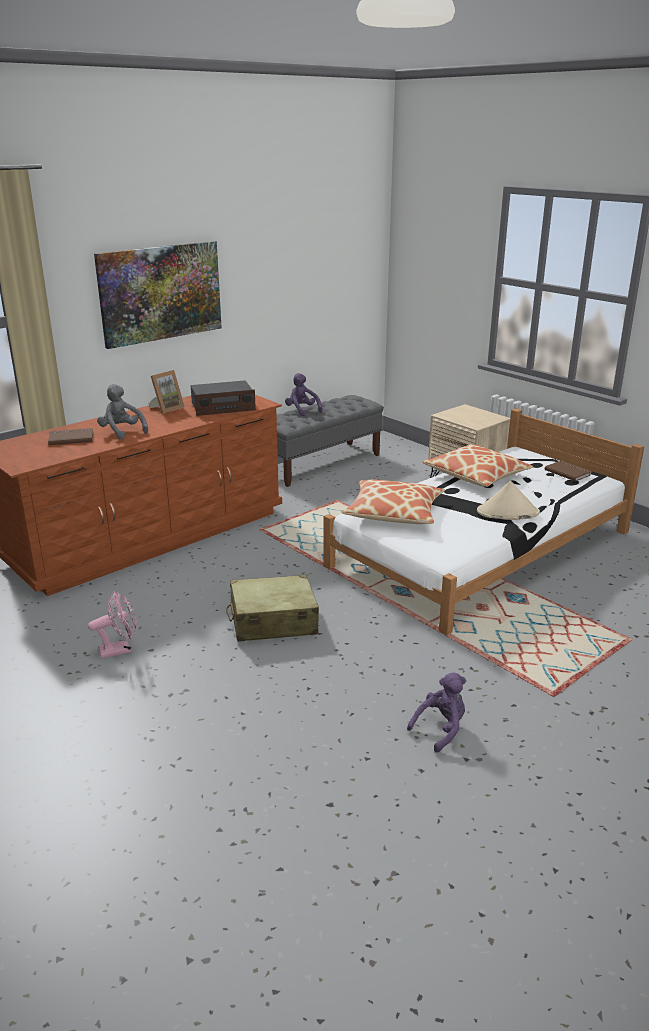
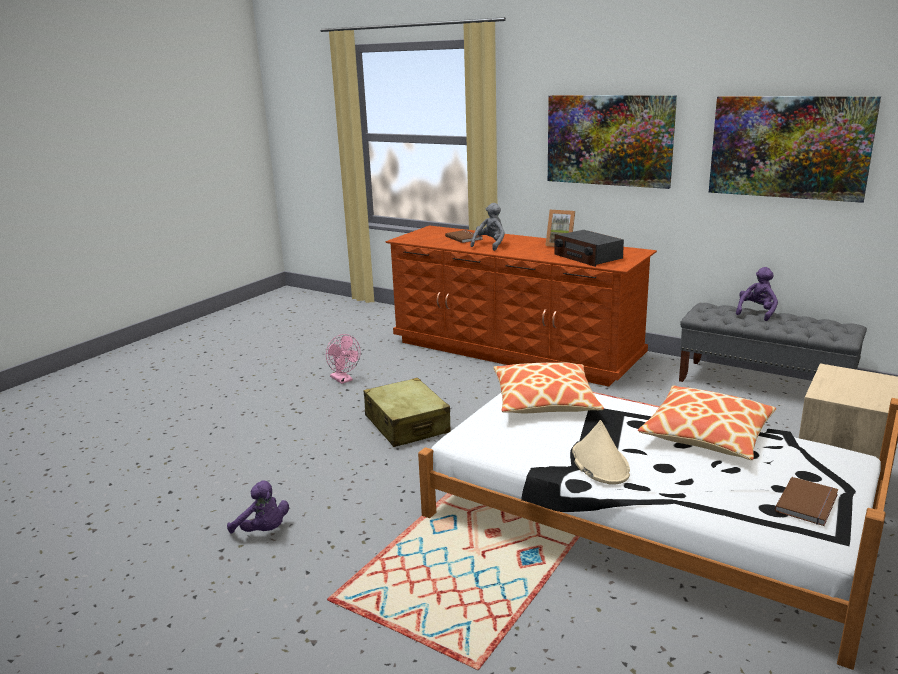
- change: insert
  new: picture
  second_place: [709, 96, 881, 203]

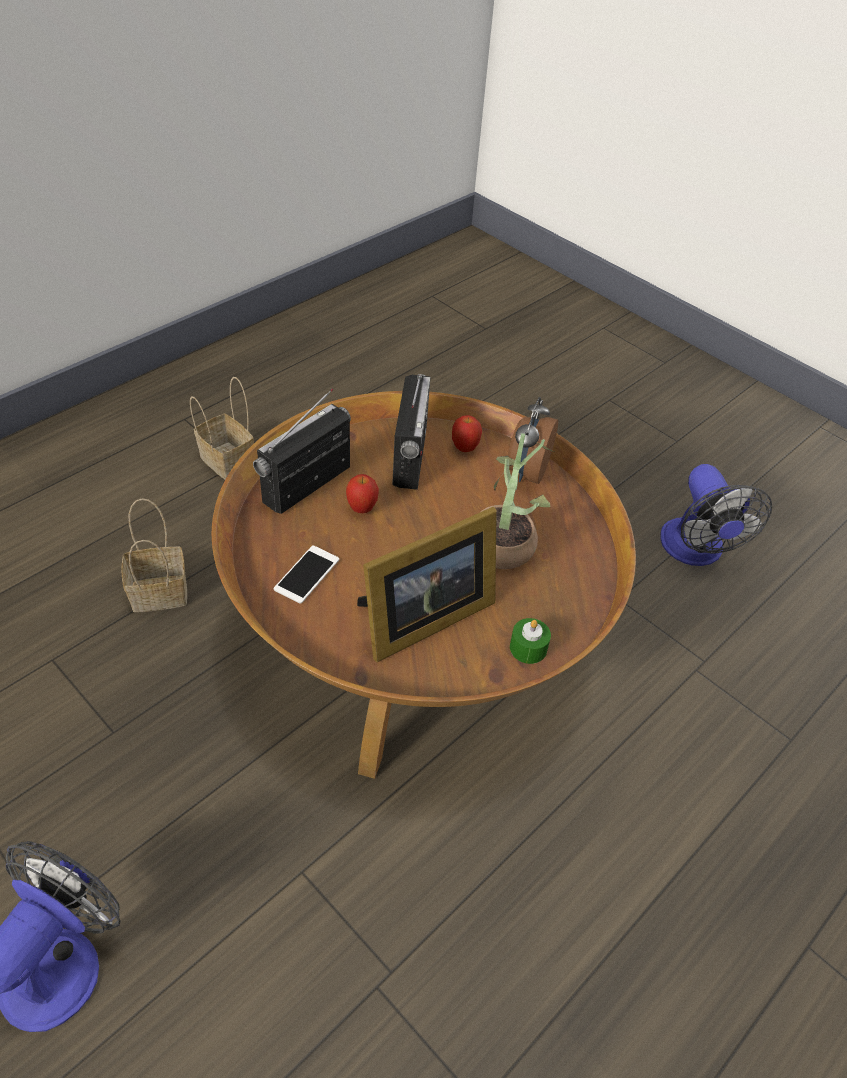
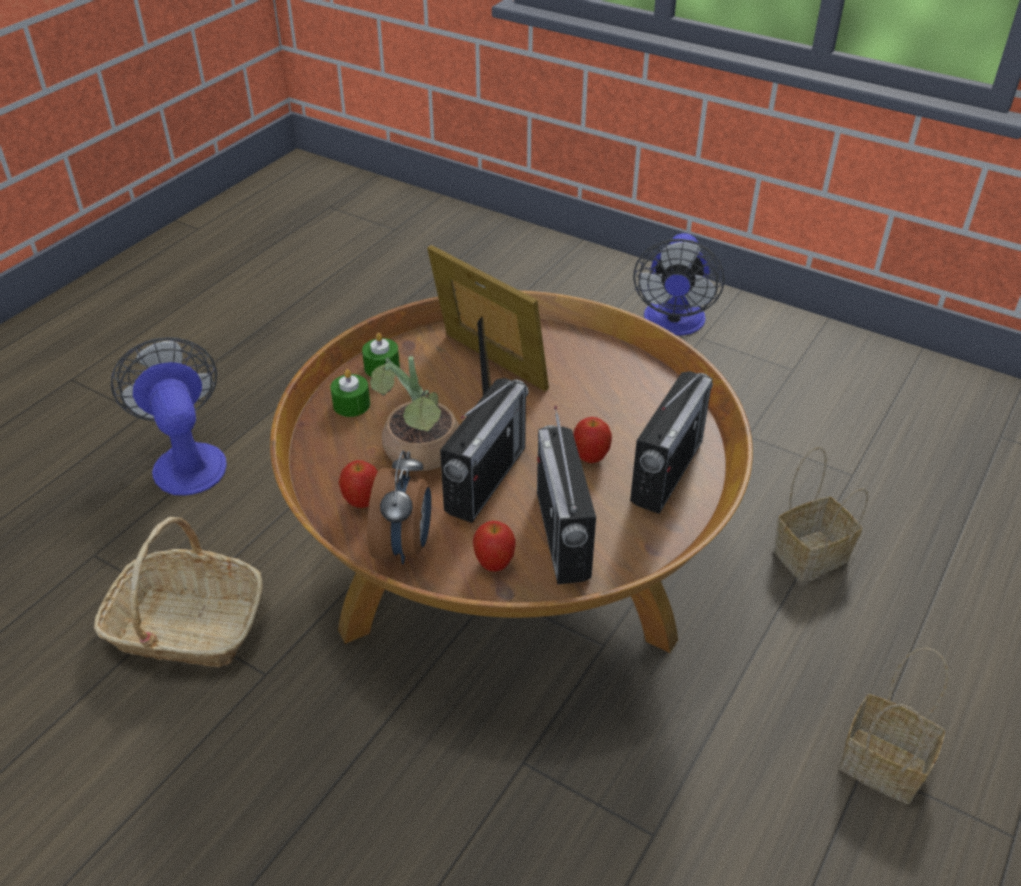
- change: move
  old: cooling fan
  first_place: [660, 464, 772, 566]
  second_place: [111, 337, 227, 496]
- change: rotate
  old: photo frame
  first_place: [357, 507, 497, 662]
  second_place: [427, 245, 549, 396]
  degrees: 90
- change: delete
  old: phone
  first_place: [274, 545, 339, 604]
- change: insert
  new: green-coloured wax light
  second_place: [330, 369, 370, 417]
- change: insert
  new: radio set
  second_place: [440, 378, 529, 523]
- change: insert
  new: apple fruit
  second_place: [338, 460, 378, 508]
- change: insert
  new: household basket
  second_place: [94, 517, 263, 667]

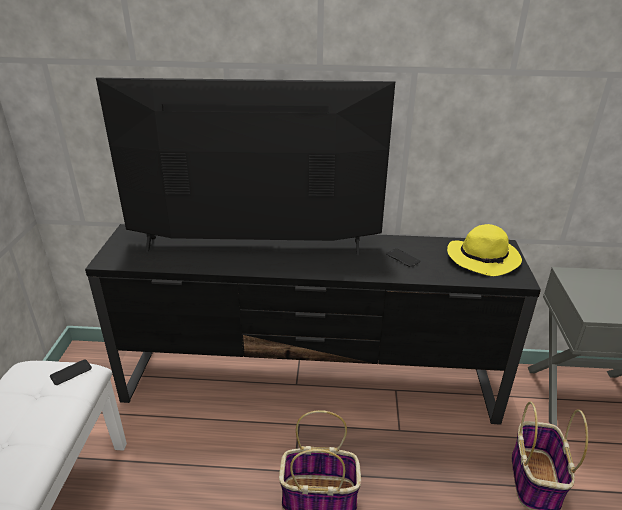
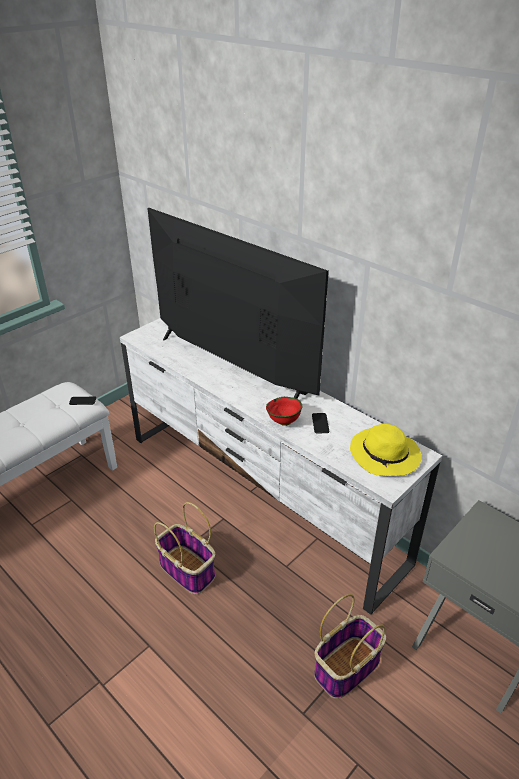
- change: recolor
  old: blackish media console
  new: whitish media console
  first_place: [85, 224, 541, 425]
  second_place: [120, 318, 442, 615]
- change: insert
  new: reddish serving bowl
  second_place: [266, 397, 302, 426]

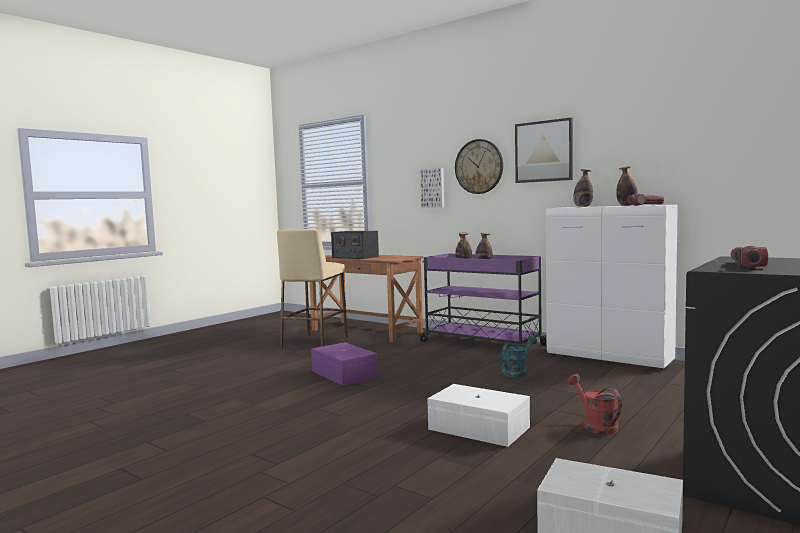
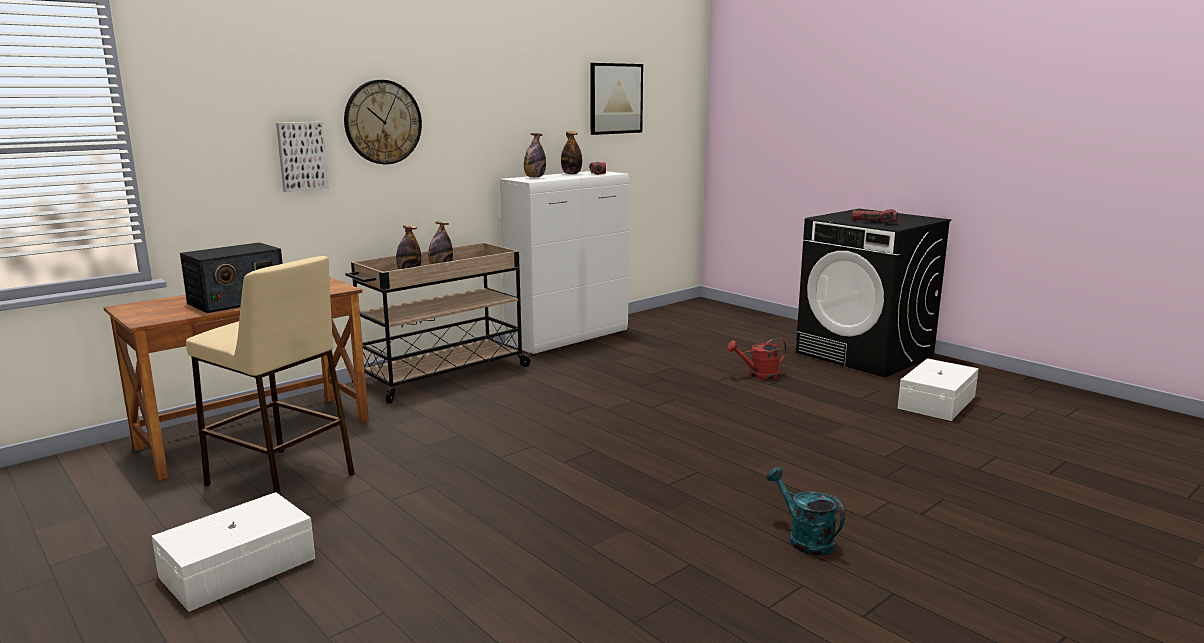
- change: move
  old: picture
  first_place: [515, 117, 573, 183]
  second_place: [590, 63, 643, 135]
- change: recolor
  old: purple-coloured trolley
  new: beige-coloured trolley
  first_place: [420, 253, 547, 347]
  second_place: [345, 243, 532, 404]
- change: move
  old: turquoise-coloured sprinkling can
  first_place: [502, 335, 537, 377]
  second_place: [767, 467, 845, 556]
- change: delete
  old: purple-coloured storage box
  first_place: [311, 342, 378, 386]
- change: move
  old: whitish storage box
  first_place: [427, 384, 530, 447]
  second_place: [152, 492, 315, 612]

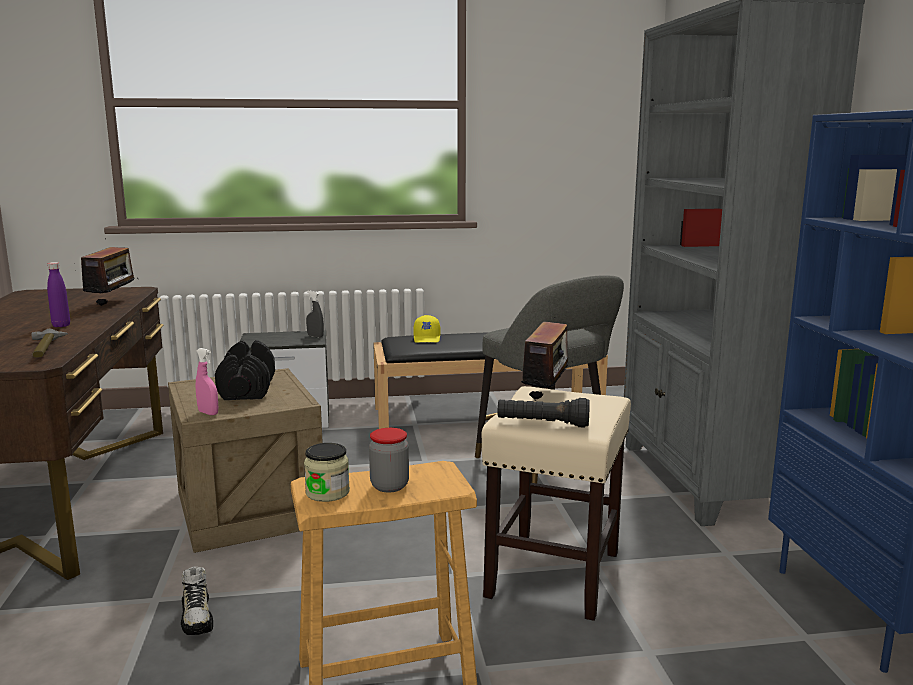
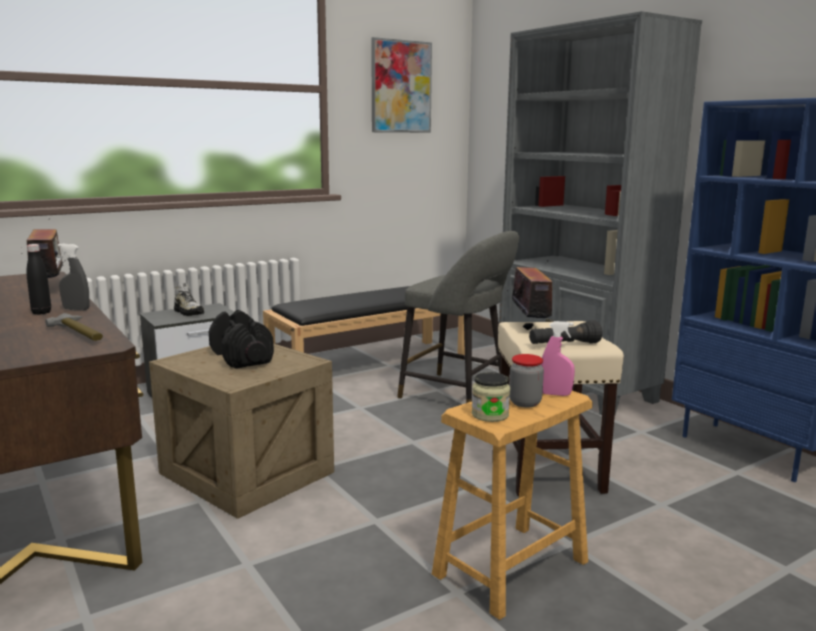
- change: recolor
  old: purple-coloured beverage bottle
  new: blackish beverage bottle
  first_place: [47, 262, 70, 327]
  second_place: [27, 244, 51, 315]
- change: move
  old: gray hand sprayer
  first_place: [306, 291, 324, 338]
  second_place: [58, 243, 89, 310]
- change: delete
  old: yellow peaked cap
  first_place: [413, 315, 440, 343]
- change: move
  old: pink hand sprayer
  first_place: [196, 348, 218, 415]
  second_place: [541, 321, 575, 396]
- change: move
  old: item of footwear
  first_place: [181, 567, 213, 635]
  second_place: [174, 283, 204, 316]
- change: insert
  new: picture
  second_place: [371, 37, 432, 133]

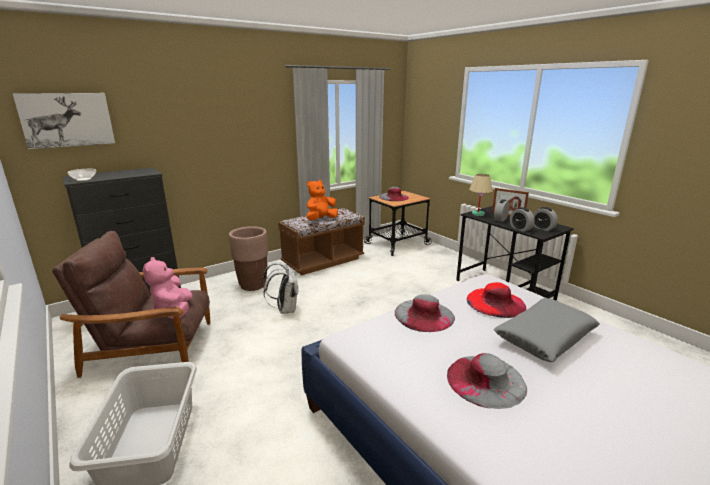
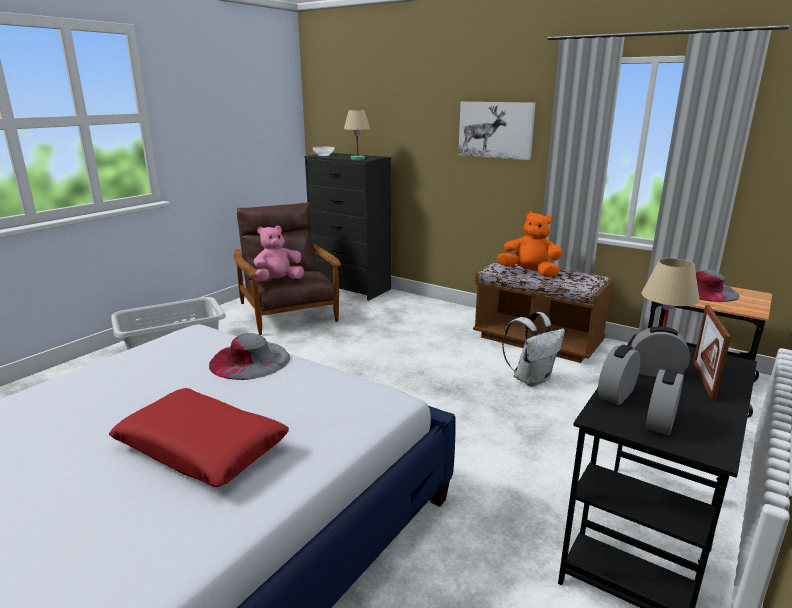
- change: move
  old: picture
  first_place: [13, 93, 115, 149]
  second_place: [458, 102, 536, 160]
- change: delete
  old: brownish flower pot
  first_place: [229, 226, 268, 291]
- change: move
  old: whitish knapsack
  first_place: [262, 263, 299, 314]
  second_place: [502, 312, 565, 387]
- change: delete
  old: reddish wearable hat
  first_place: [467, 282, 526, 318]
- change: recolor
  old: gray throw pillow
  new: reddish throw pillow
  first_place: [494, 298, 600, 362]
  second_place: [109, 388, 289, 487]
- change: delete
  old: gray wearable hat
  first_place: [447, 353, 527, 409]
- change: insert
  new: beige-coloured lamp for a table
  second_place: [344, 110, 370, 160]

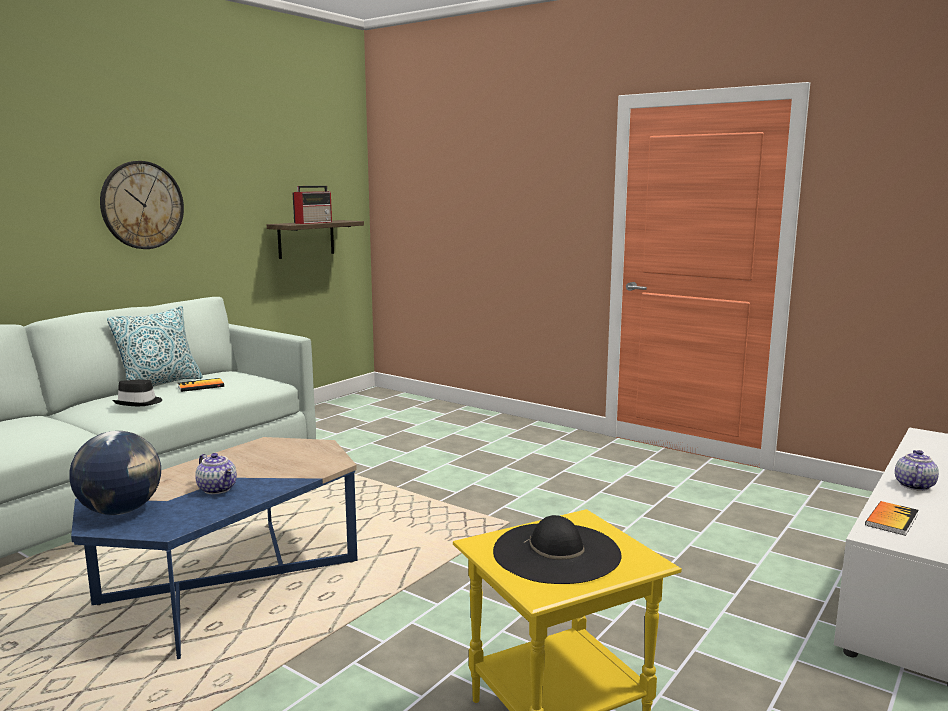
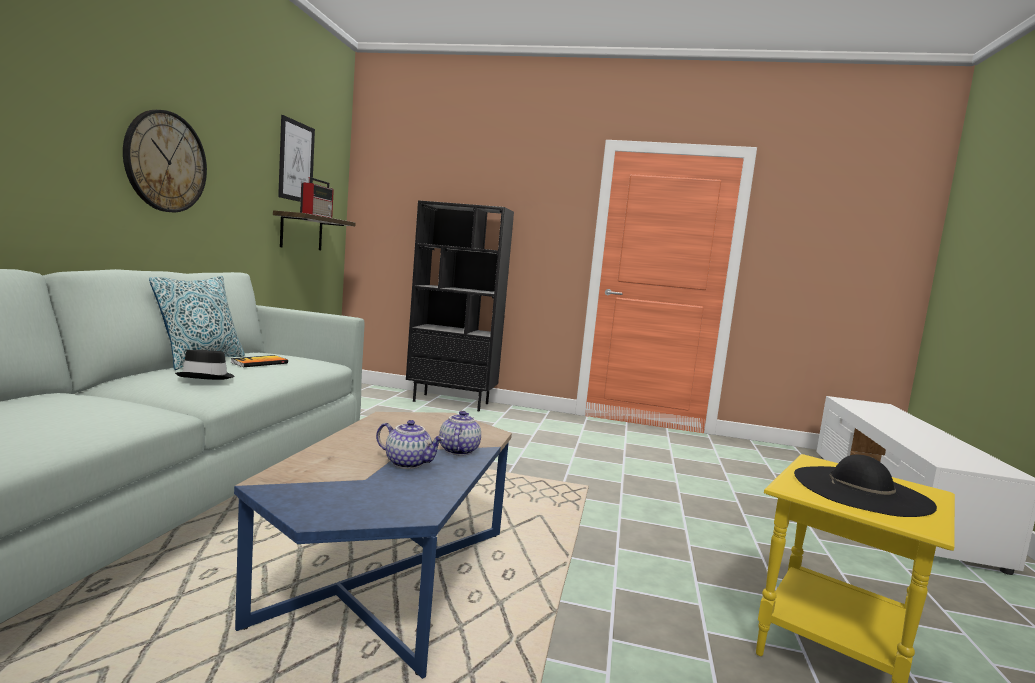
- change: delete
  old: world globe
  first_place: [69, 431, 161, 515]
- change: move
  old: teapot
  first_place: [895, 450, 939, 491]
  second_place: [439, 411, 481, 455]
- change: delete
  old: bound book
  first_place: [865, 501, 919, 536]
- change: insert
  new: picture
  second_place: [278, 115, 315, 202]
- change: insert
  new: blackish bookshelf
  second_place: [406, 200, 514, 411]

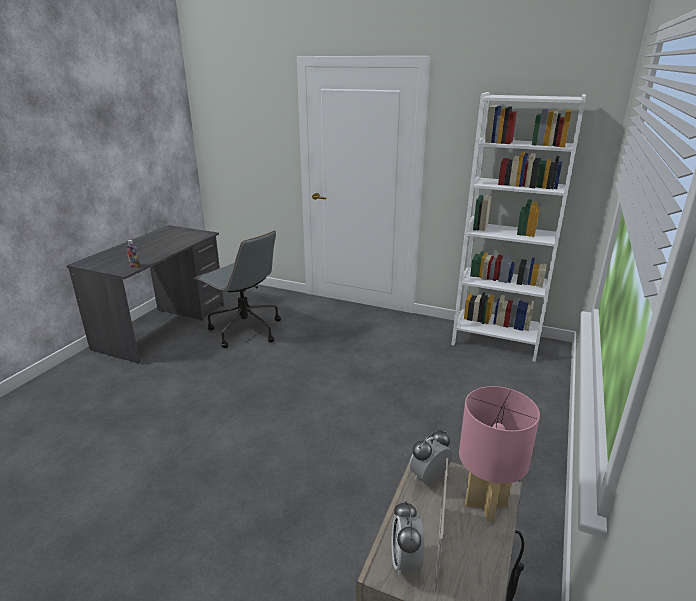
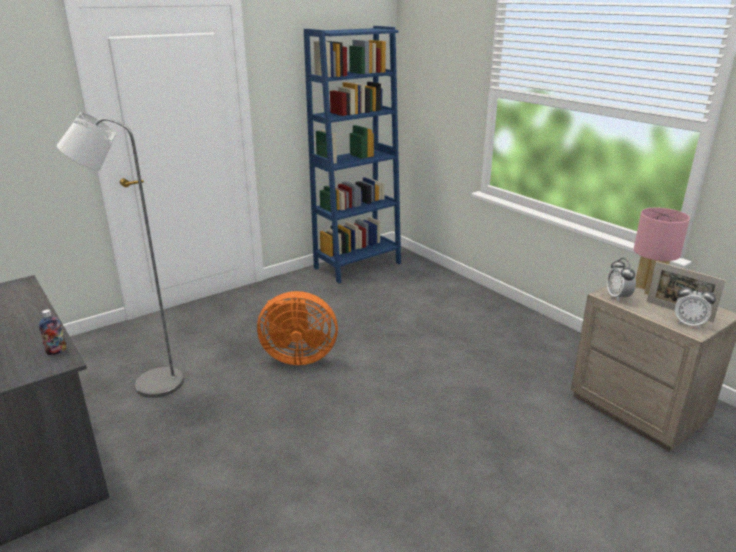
- change: recolor
  old: whitish bookshelf
  new: blue bookshelf
  first_place: [451, 92, 586, 362]
  second_place: [304, 26, 401, 284]
- change: replace
  old: gray office chair
  new: gray standing lamp
  first_place: [194, 230, 281, 348]
  second_place: [57, 112, 184, 398]
- change: insert
  new: orange cooling fan
  second_place: [257, 291, 338, 365]

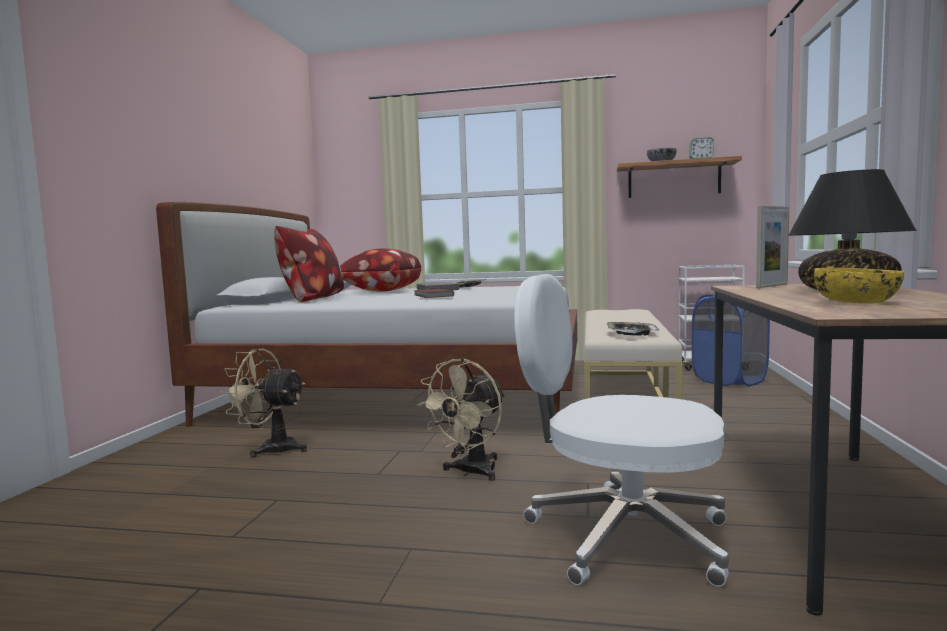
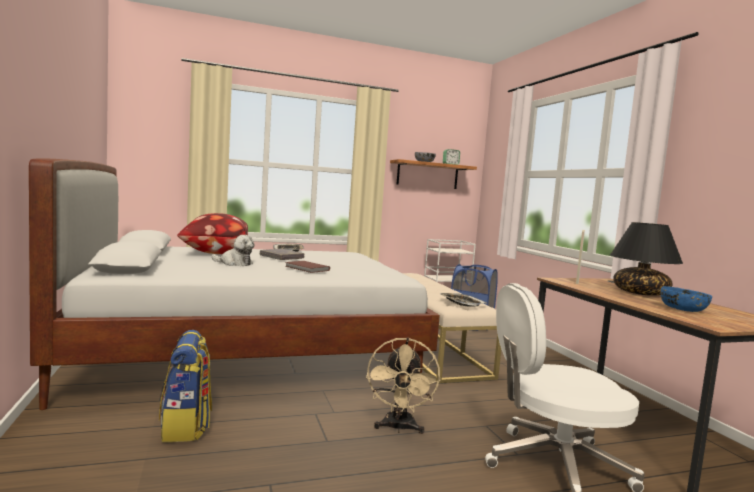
- change: delete
  old: throw pillow
  first_place: [274, 226, 344, 302]
- change: recolor
  old: yellow serving bowl
  new: blue serving bowl
  first_place: [814, 268, 904, 303]
  second_place: [660, 286, 712, 312]
- change: replace
  old: beige-coloured cooling fan
  new: knapsack
  first_place: [220, 349, 307, 458]
  second_place: [159, 330, 212, 442]
- change: insert
  new: cuddly toy
  second_place: [212, 235, 255, 266]

